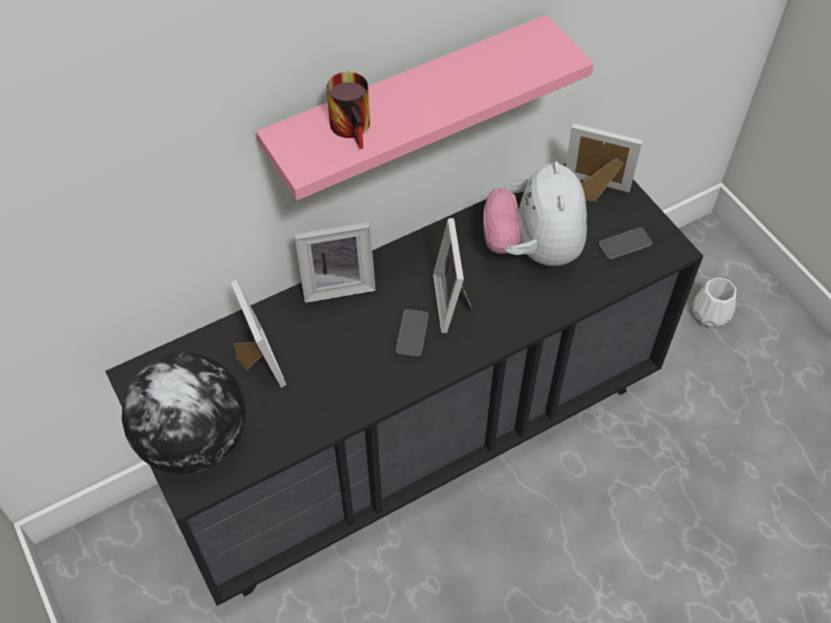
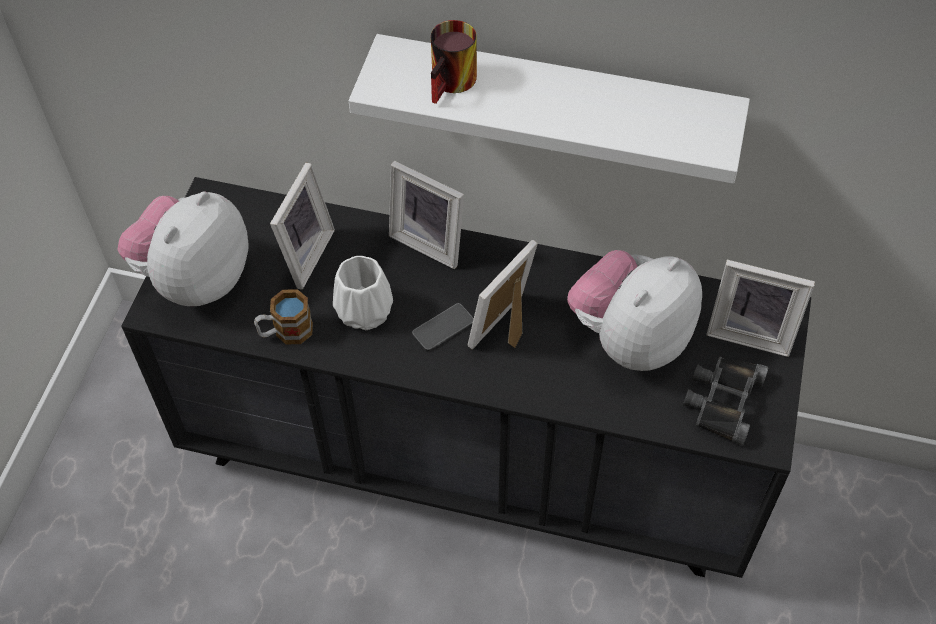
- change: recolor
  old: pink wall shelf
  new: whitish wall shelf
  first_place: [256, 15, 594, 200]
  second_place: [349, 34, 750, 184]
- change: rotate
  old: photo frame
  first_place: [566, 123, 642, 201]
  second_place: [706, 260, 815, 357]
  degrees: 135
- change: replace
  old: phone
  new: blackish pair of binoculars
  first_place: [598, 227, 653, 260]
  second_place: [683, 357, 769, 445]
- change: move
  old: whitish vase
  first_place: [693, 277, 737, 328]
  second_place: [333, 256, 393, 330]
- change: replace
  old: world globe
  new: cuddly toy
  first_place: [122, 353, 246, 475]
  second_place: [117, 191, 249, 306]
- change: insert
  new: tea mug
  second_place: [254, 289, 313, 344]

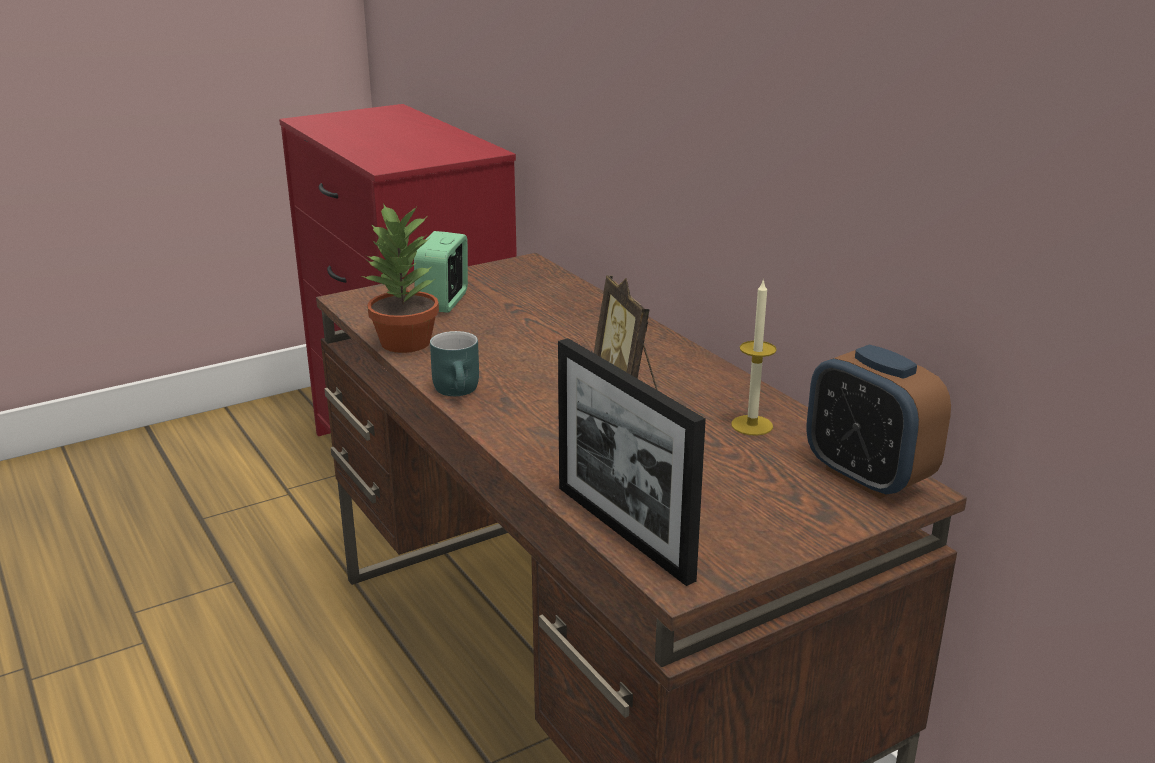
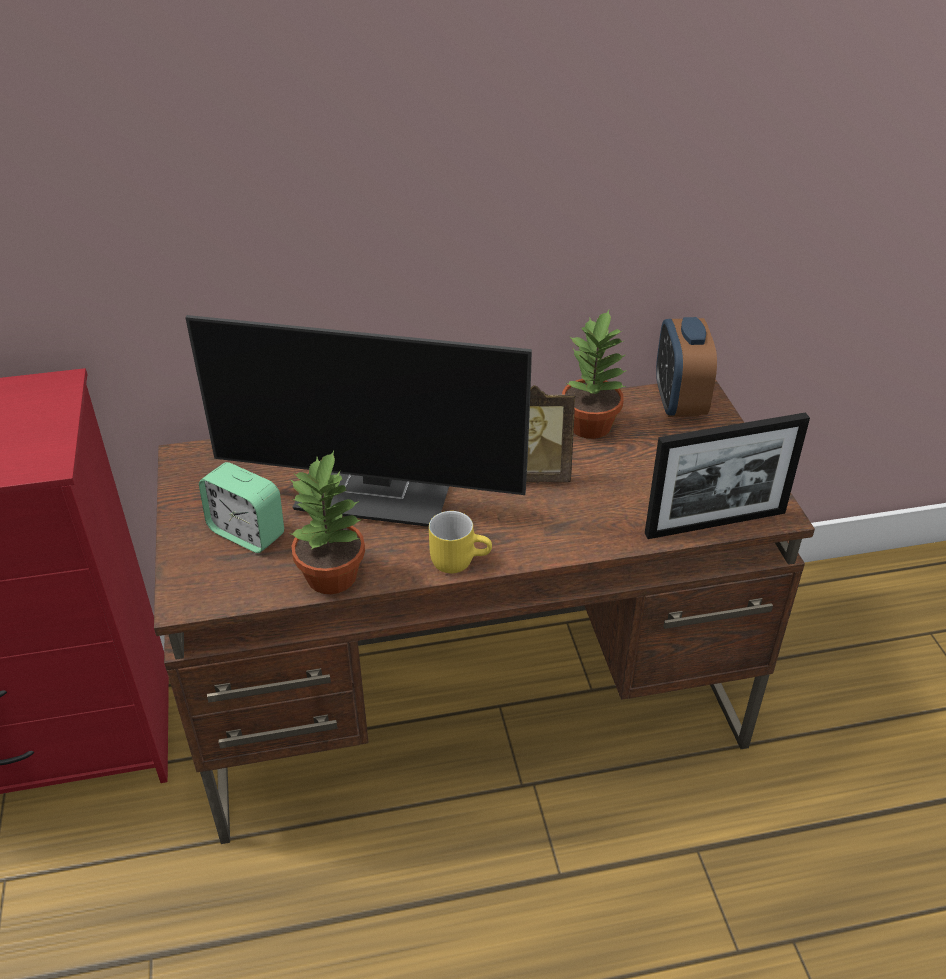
- change: replace
  old: wax light
  new: plant in a pot
  first_place: [731, 278, 777, 436]
  second_place: [562, 310, 627, 439]
- change: recolor
  old: turquoise-coloured tea mug
  new: yellow tea mug
  first_place: [430, 331, 479, 396]
  second_place: [429, 511, 492, 573]
- change: rotate
  old: alarm clock
  first_place: [806, 345, 951, 499]
  second_place: [656, 317, 717, 417]
  degrees: 105
- change: insert
  new: computer screen
  second_place: [185, 315, 532, 527]

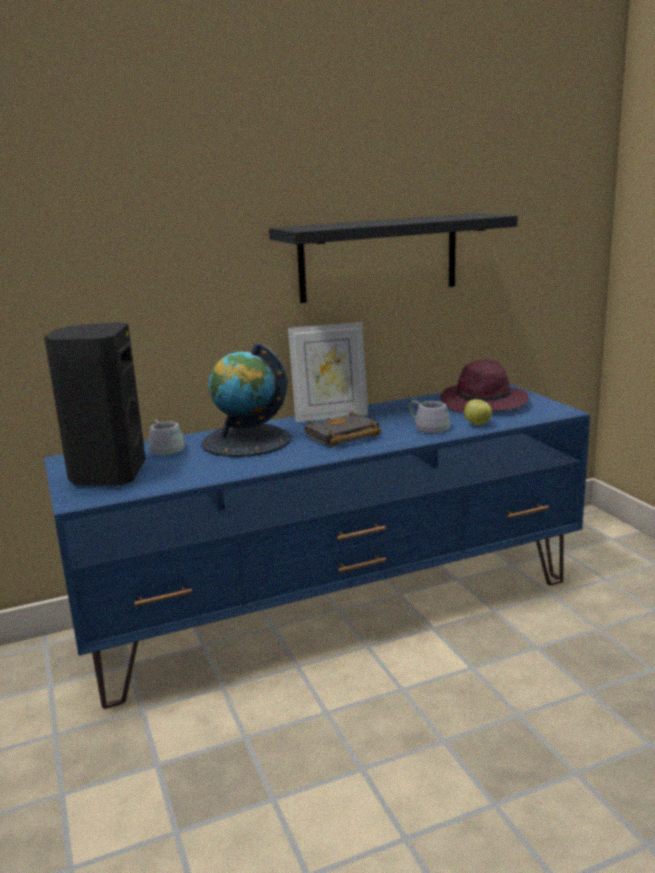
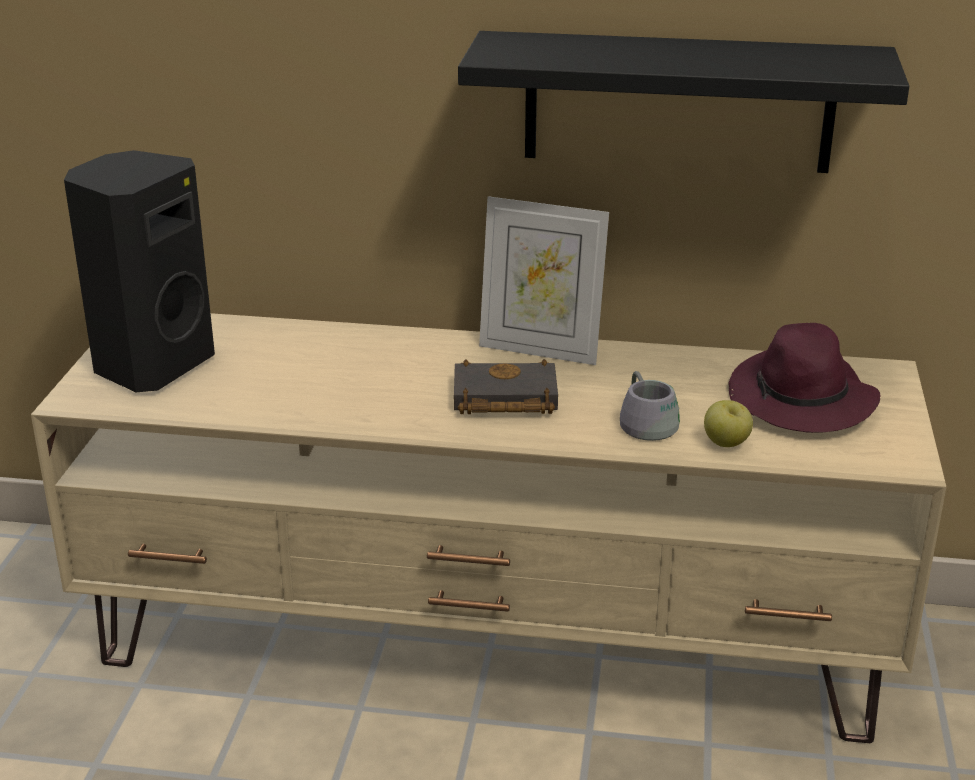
- change: delete
  old: world globe
  first_place: [201, 343, 291, 457]
- change: recolor
  old: blue media console
  new: beige-coloured media console
  first_place: [44, 383, 590, 709]
  second_place: [31, 313, 946, 744]
- change: delete
  old: gray tea mug
  first_place: [148, 419, 185, 455]

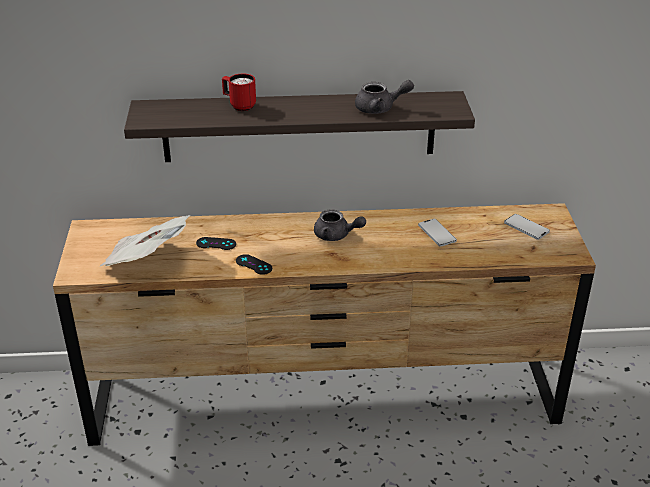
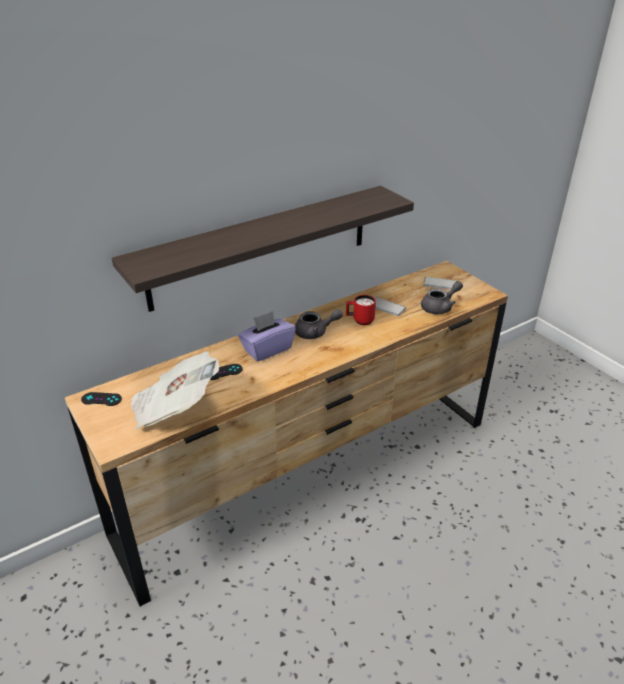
- change: move
  old: reddish tea mug
  first_place: [222, 74, 256, 111]
  second_place: [346, 295, 376, 325]
- change: move
  old: gray teapot
  first_place: [355, 80, 414, 114]
  second_place: [421, 281, 463, 314]
- change: move
  old: blackish gamepad
  first_place: [236, 254, 272, 275]
  second_place: [81, 392, 122, 406]
- change: insert
  new: purple-coloured box of tissues
  second_place: [238, 311, 296, 362]

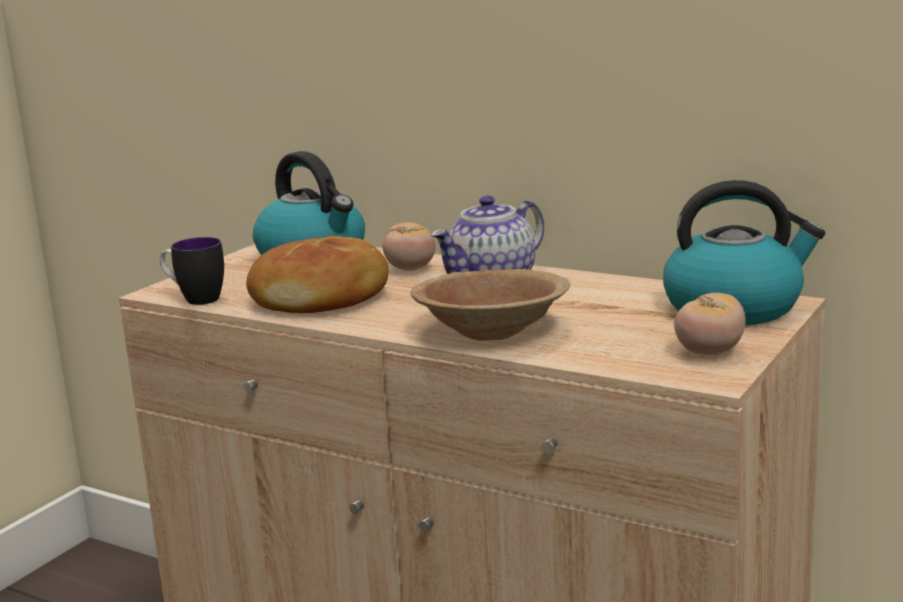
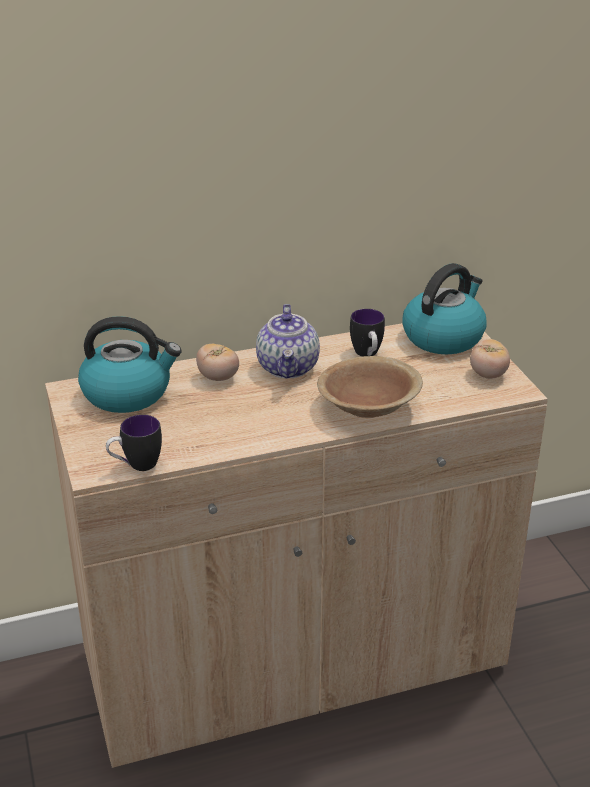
- change: delete
  old: bread
  first_place: [246, 236, 389, 313]
- change: insert
  new: tea mug
  second_place: [350, 309, 385, 357]

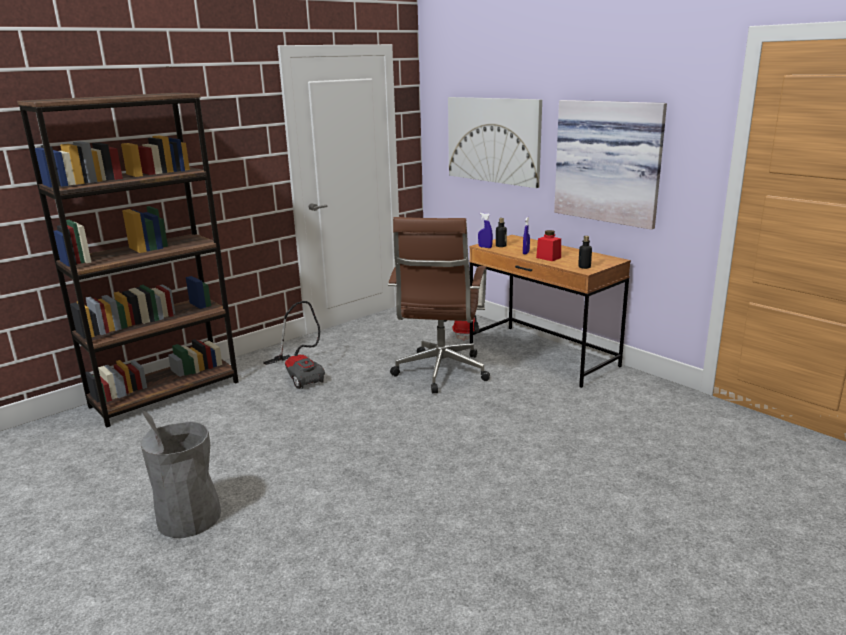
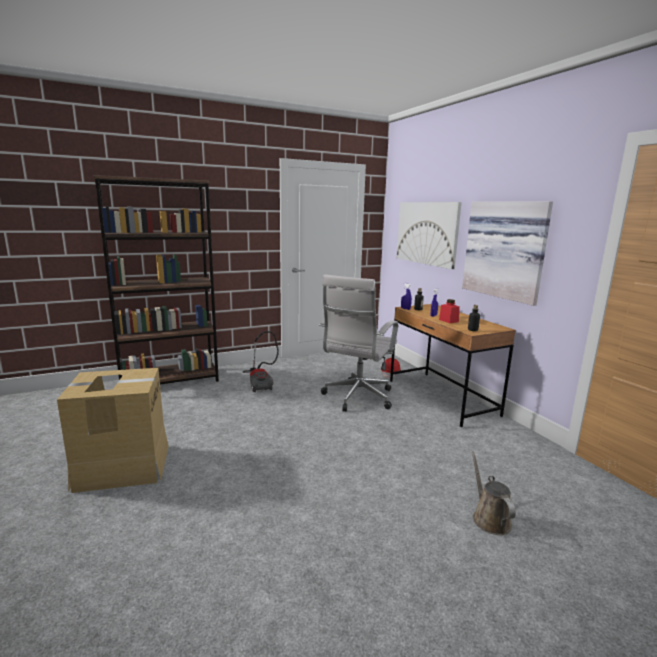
- change: recolor
  old: brownish office chair
  new: whitish office chair
  first_place: [388, 217, 490, 394]
  second_place: [319, 274, 398, 412]
- change: replace
  old: gray trash can
  new: cardboard box
  first_place: [140, 411, 221, 538]
  second_place: [57, 368, 169, 493]
- change: insert
  new: brownish sprinkling can
  second_place: [471, 451, 516, 535]

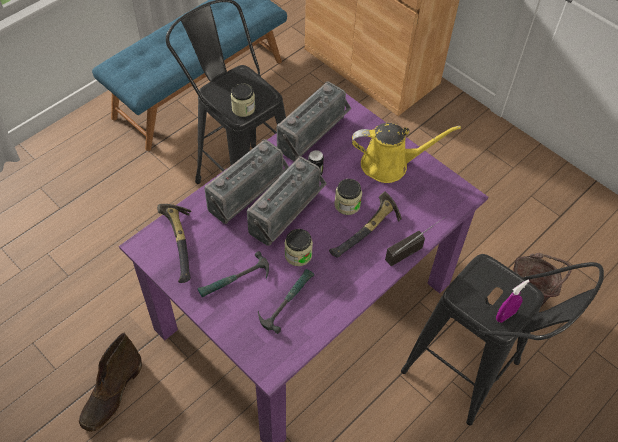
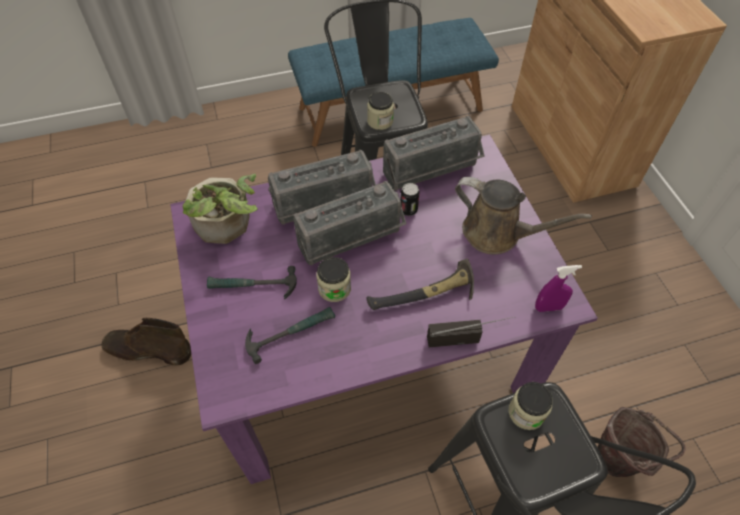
- change: recolor
  old: yellow sprinkling can
  new: brownish sprinkling can
  first_place: [352, 123, 461, 183]
  second_place: [455, 177, 592, 254]
- change: move
  old: jar
  first_place: [335, 179, 362, 215]
  second_place: [508, 382, 553, 430]
- change: replace
  old: hammer
  new: plant in a pot
  first_place: [157, 204, 191, 283]
  second_place: [183, 174, 258, 244]
- change: move
  old: purple-coloured hand sprayer
  first_place: [496, 280, 530, 323]
  second_place: [535, 265, 582, 312]
- change: rotate
  old: brownish high-top boot
  first_place: [79, 333, 142, 432]
  second_place: [102, 318, 191, 366]
  degrees: 45

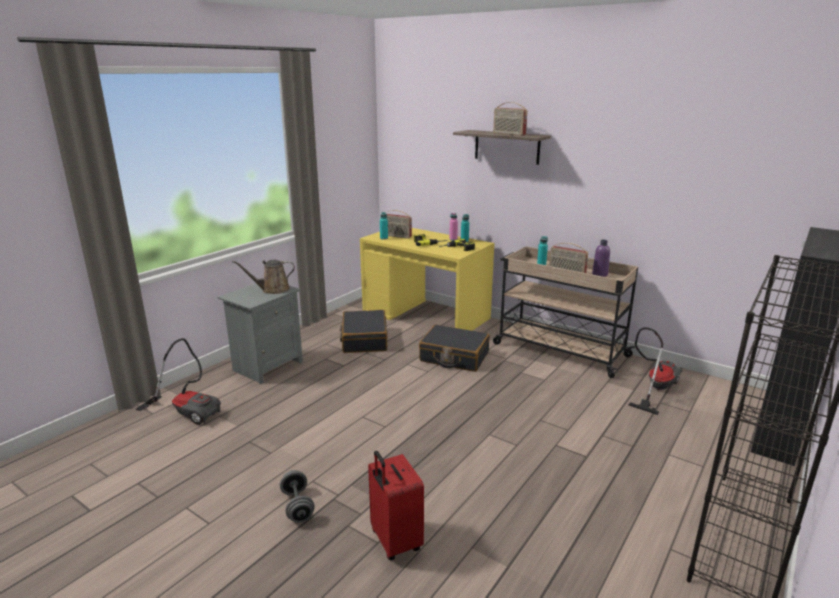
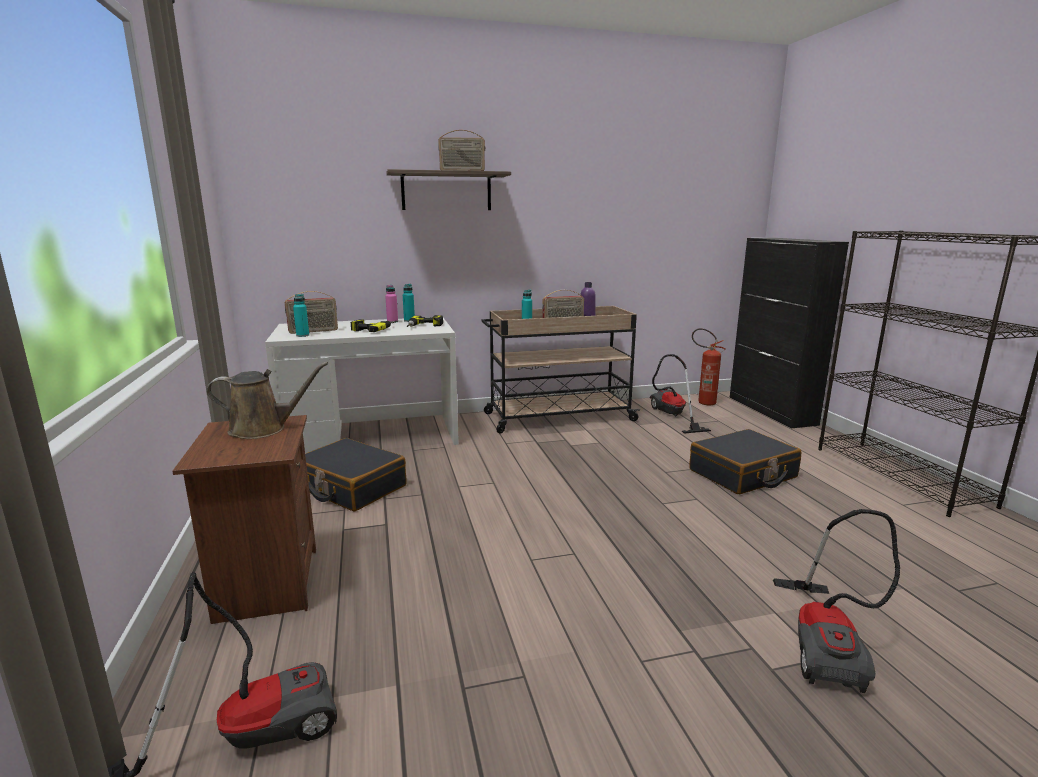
- change: recolor
  old: yellow desk
  new: whitish desk
  first_place: [360, 228, 494, 331]
  second_place: [265, 317, 459, 454]
- change: rotate
  old: brownish sprinkling can
  first_place: [232, 260, 295, 294]
  second_place: [207, 362, 328, 439]
  degrees: -120
- change: recolor
  old: gray bedside table
  new: brownish bedside table
  first_place: [217, 283, 303, 384]
  second_place: [172, 415, 316, 624]
- change: move
  old: blackish suitcase
  first_place: [419, 325, 490, 372]
  second_place: [689, 429, 801, 494]
- change: replace
  old: reddish suitcase
  new: vacuum
  first_place: [368, 451, 424, 560]
  second_place: [773, 509, 900, 693]
- change: delete
  old: gray hand weight
  first_place: [280, 470, 315, 523]
- change: insert
  new: extinguisher
  second_place: [692, 328, 725, 405]

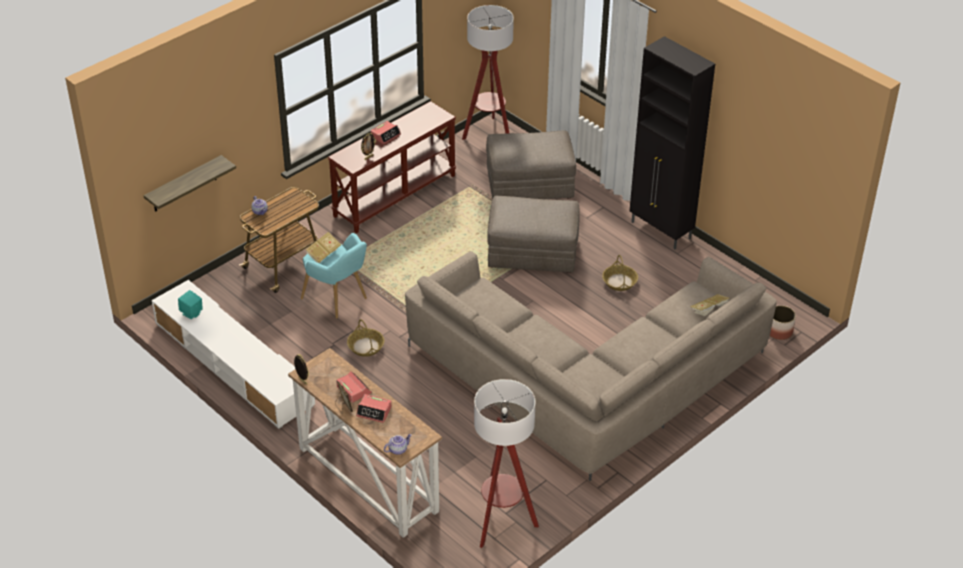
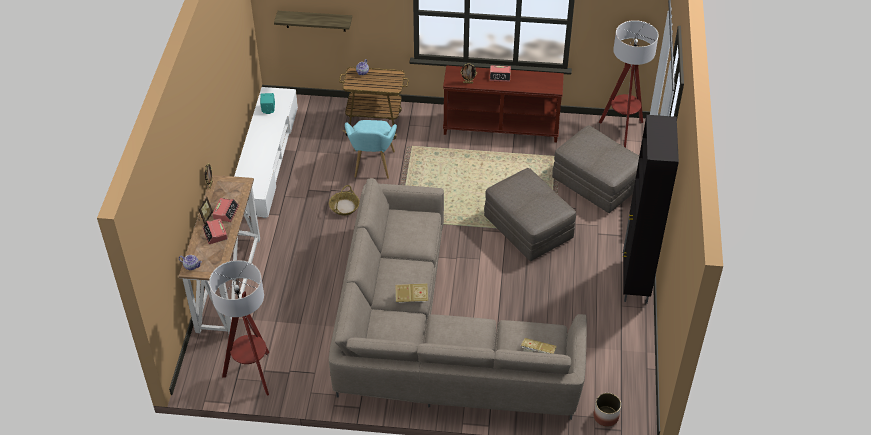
- change: move
  old: bound book
  first_place: [306, 232, 341, 263]
  second_place: [395, 283, 428, 303]
- change: delete
  old: household basket
  first_place: [602, 255, 638, 291]

